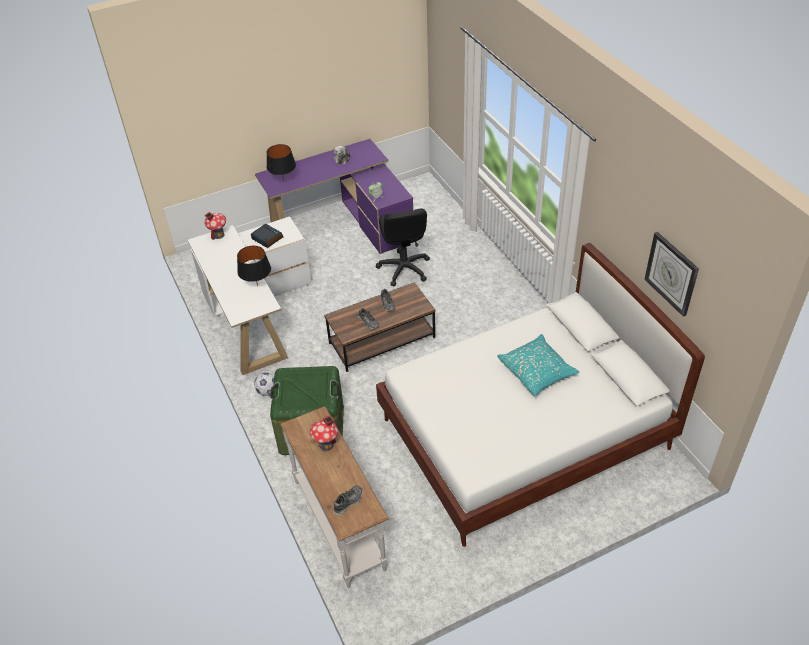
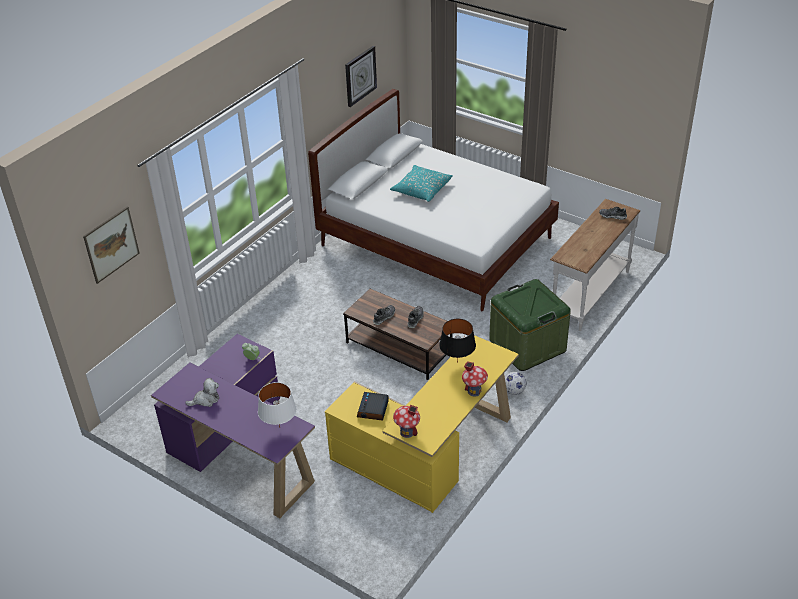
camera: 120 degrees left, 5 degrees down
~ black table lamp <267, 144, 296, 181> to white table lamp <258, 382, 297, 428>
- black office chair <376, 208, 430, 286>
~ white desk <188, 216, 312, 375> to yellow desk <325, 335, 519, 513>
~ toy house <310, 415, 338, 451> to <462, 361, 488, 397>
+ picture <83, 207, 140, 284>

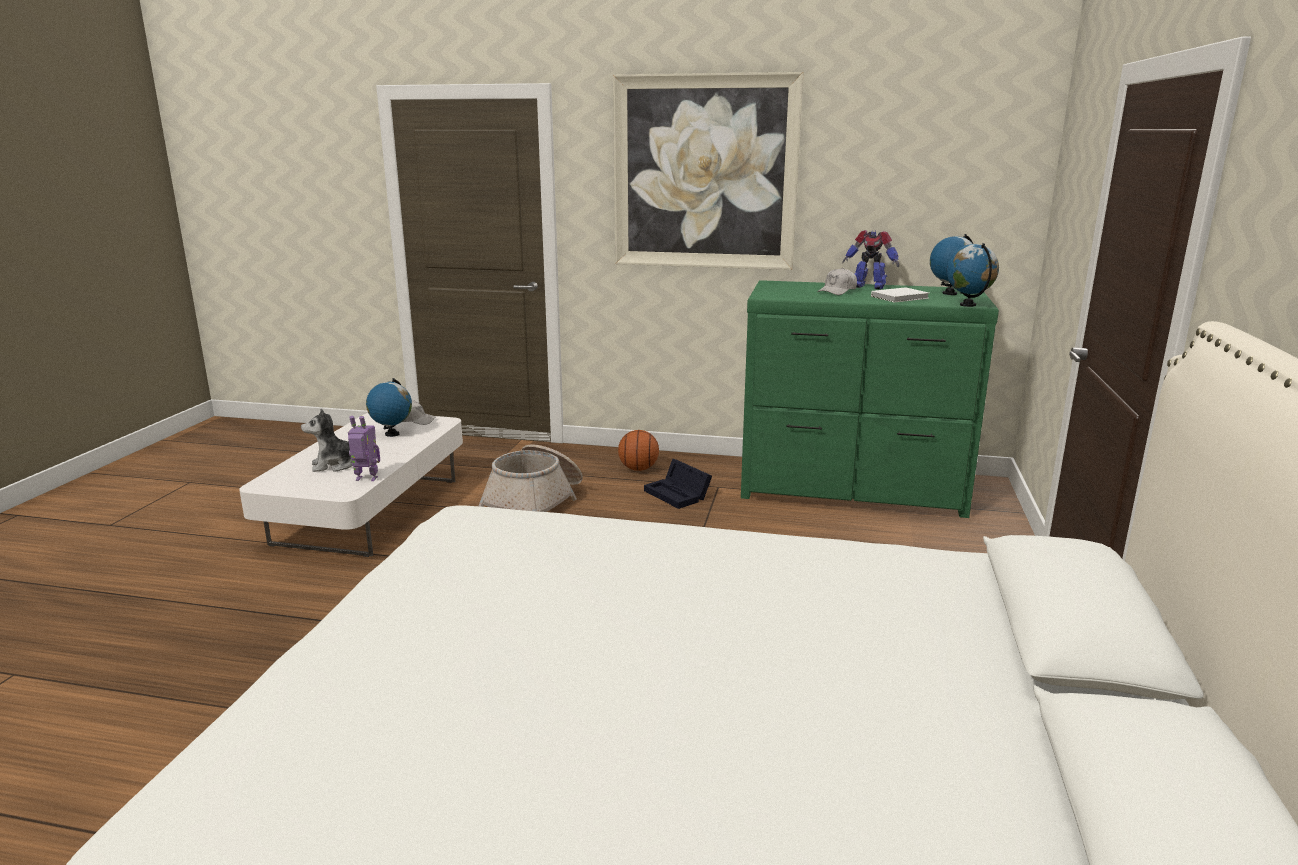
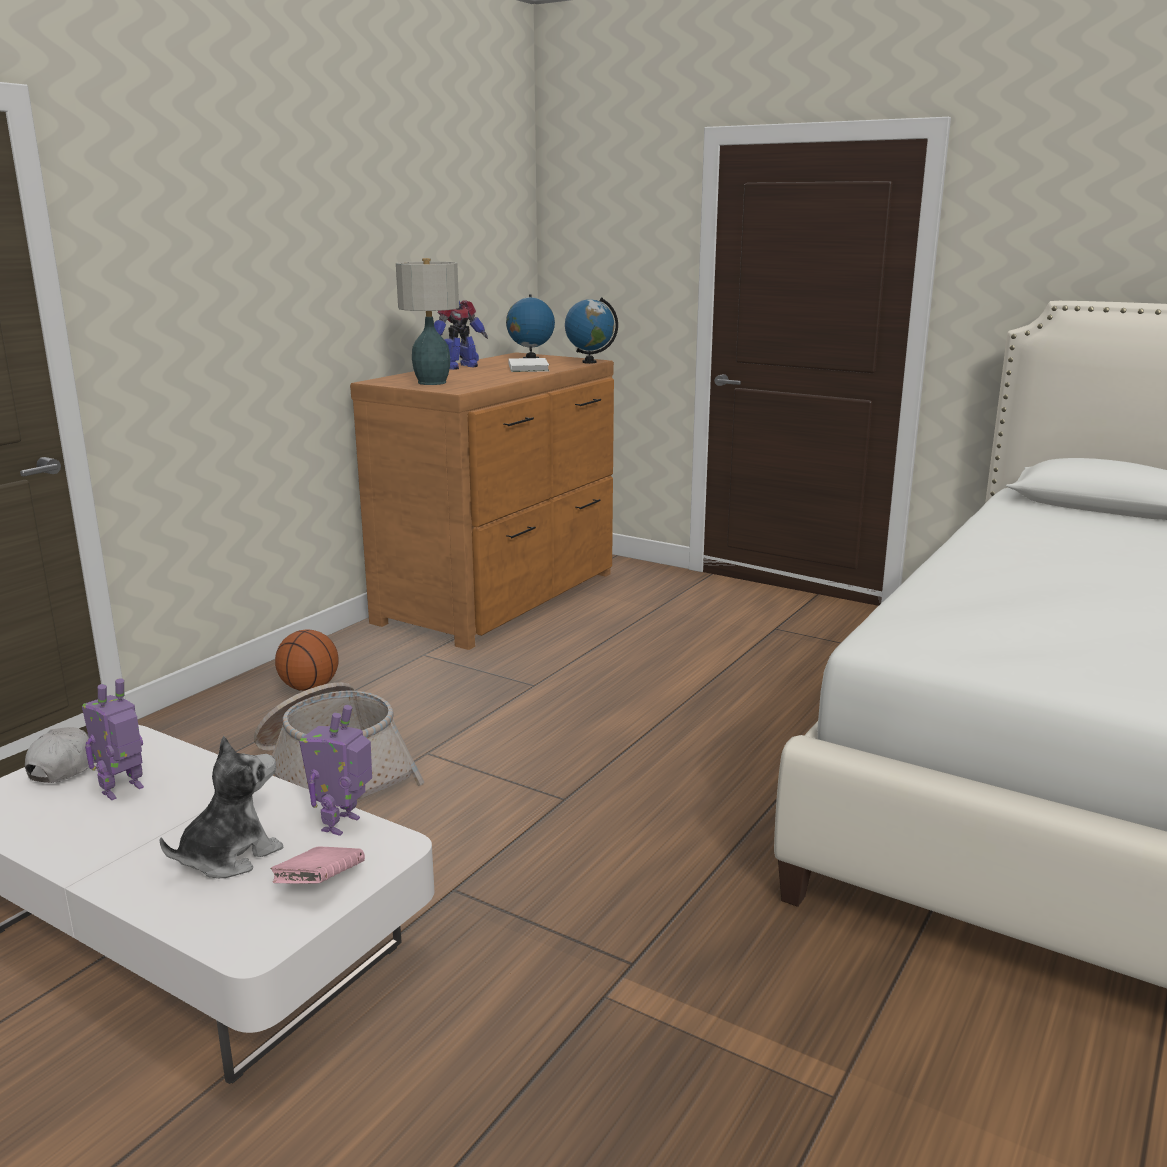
camera: 70 degrees left, 0 degrees up
- picture <613, 72, 804, 270>
- white cap <817, 268, 857, 295>
~ green dresser <741, 280, 999, 518> to brown dresser <350, 352, 614, 650>
~ globe <366, 378, 412, 437> to toy robot <82, 678, 144, 800>
~ plush toy <301, 409, 352, 472> = <159, 736, 283, 878> 135 degrees counterclockwise
- black storage box <644, 459, 712, 509>
+ table lamp <396, 258, 459, 385>
+ pink book <270, 847, 365, 883>

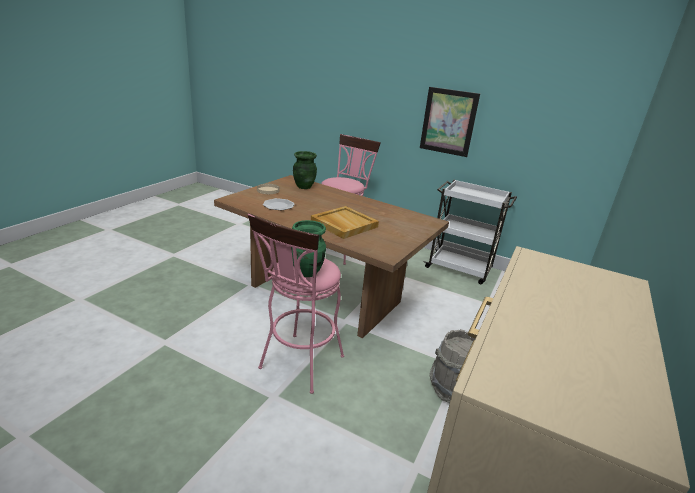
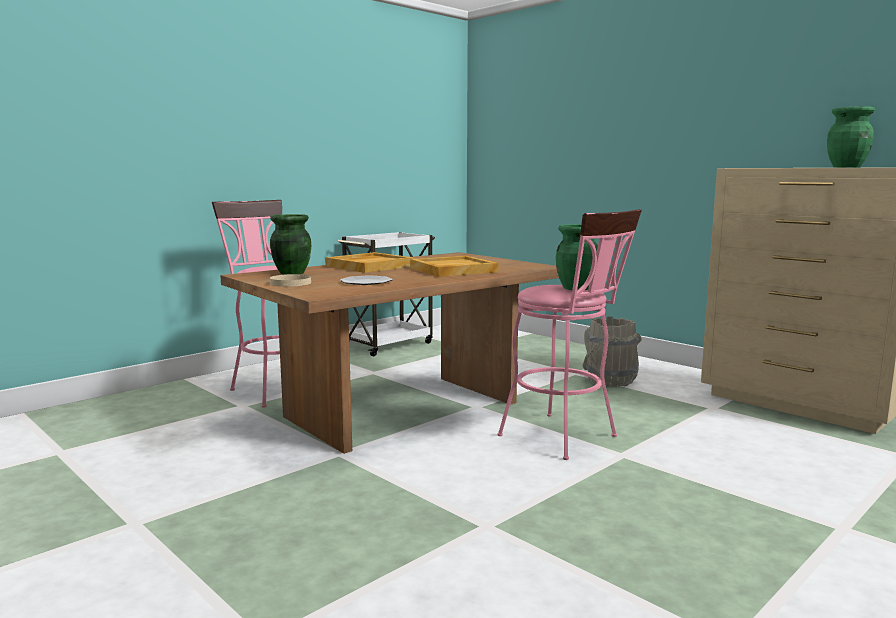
camera: 70 degrees left, 15 degrees down
- picture <420, 87, 480, 157>
+ green vase <827, 106, 875, 168>
+ beige tray <325, 252, 415, 273>

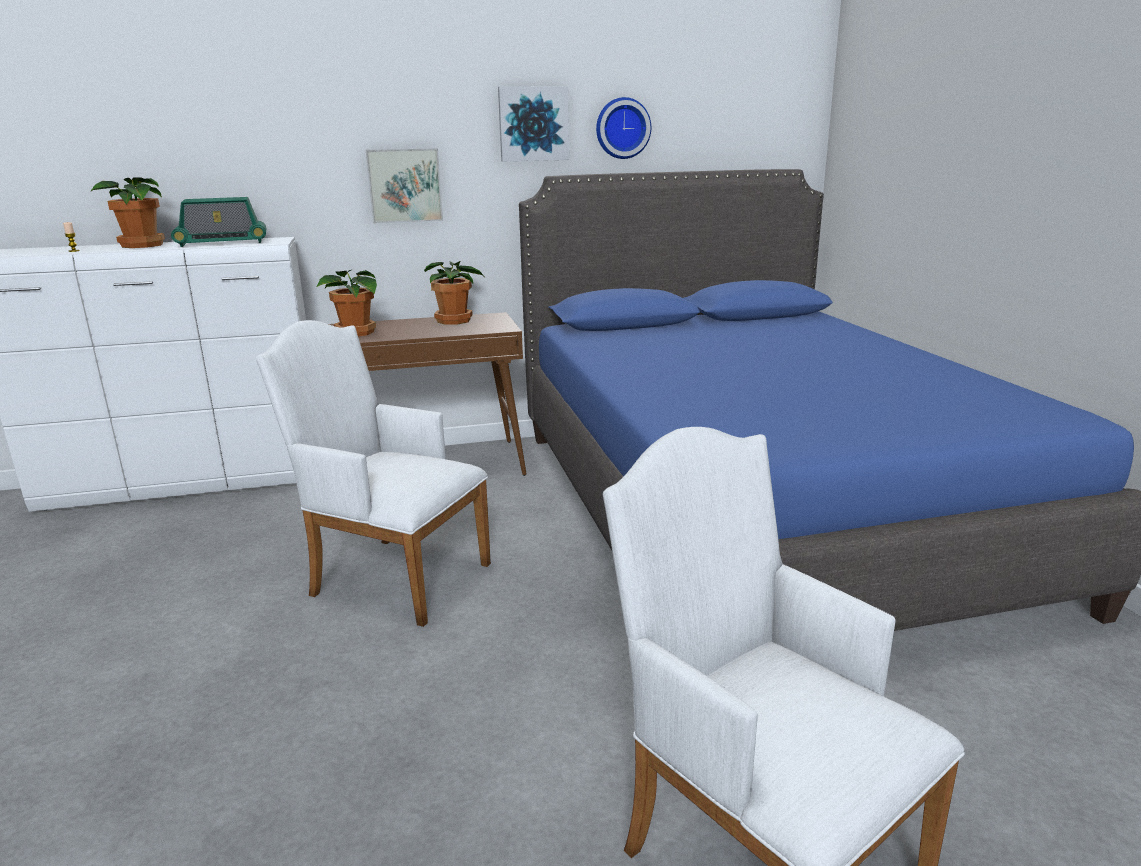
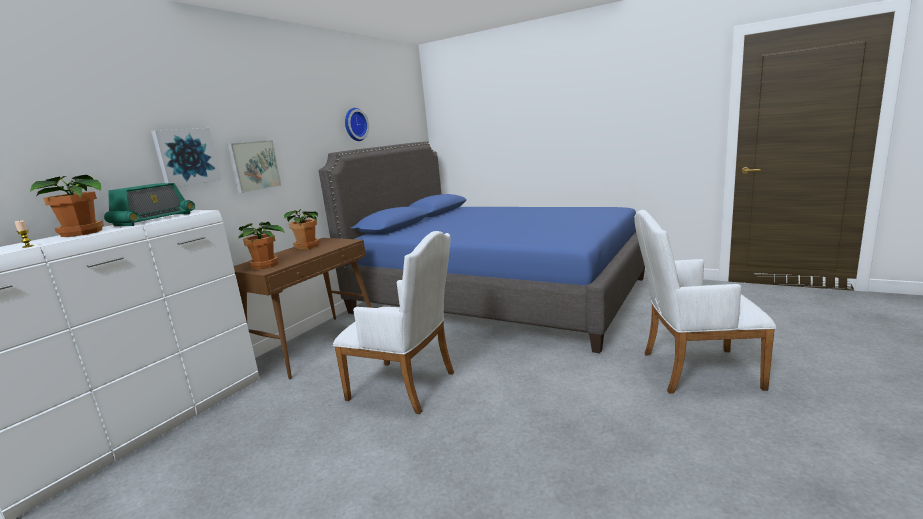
camera: 45 degrees left, 5 degrees down
~ picture <498, 86, 569, 161> to <151, 128, 221, 187>
~ white armchair <256, 320, 491, 627> = <333, 231, 454, 414> 135 degrees counterclockwise

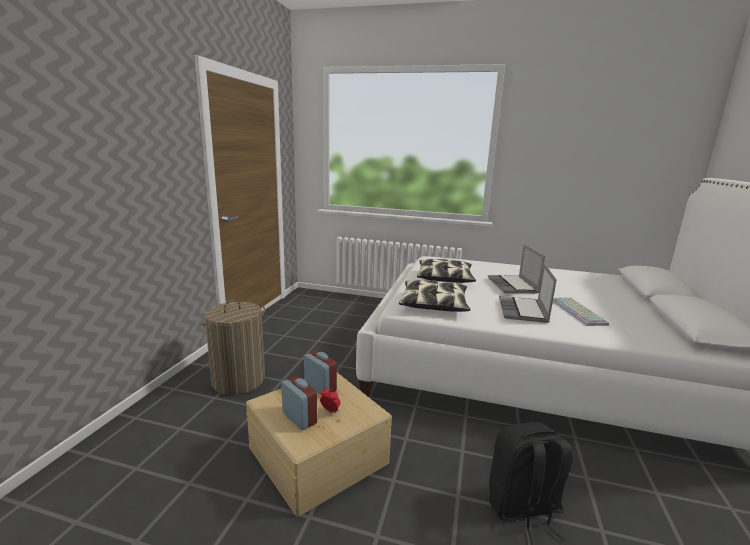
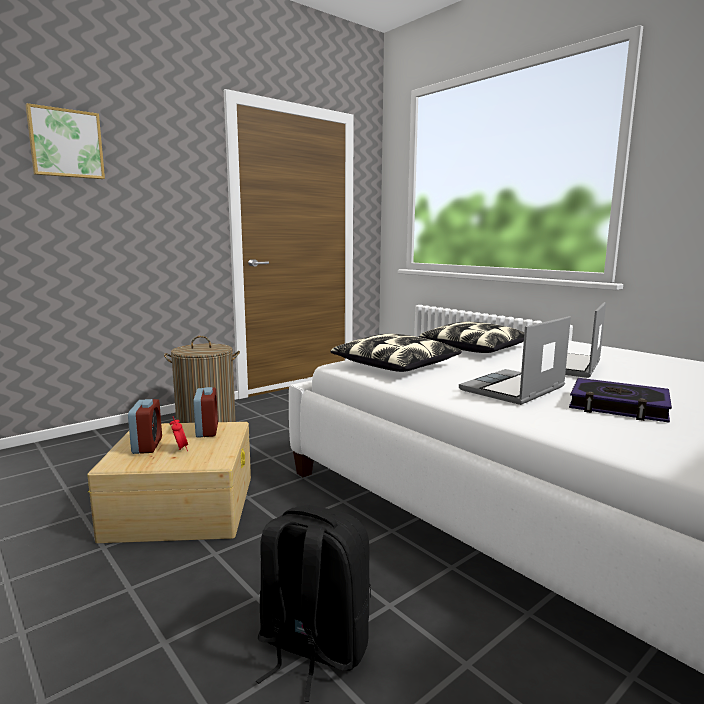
camera: 35 degrees right, 5 degrees down
~ keyboard <553, 298, 609, 326> to book <569, 378, 672, 423>
+ picture <26, 103, 105, 179>

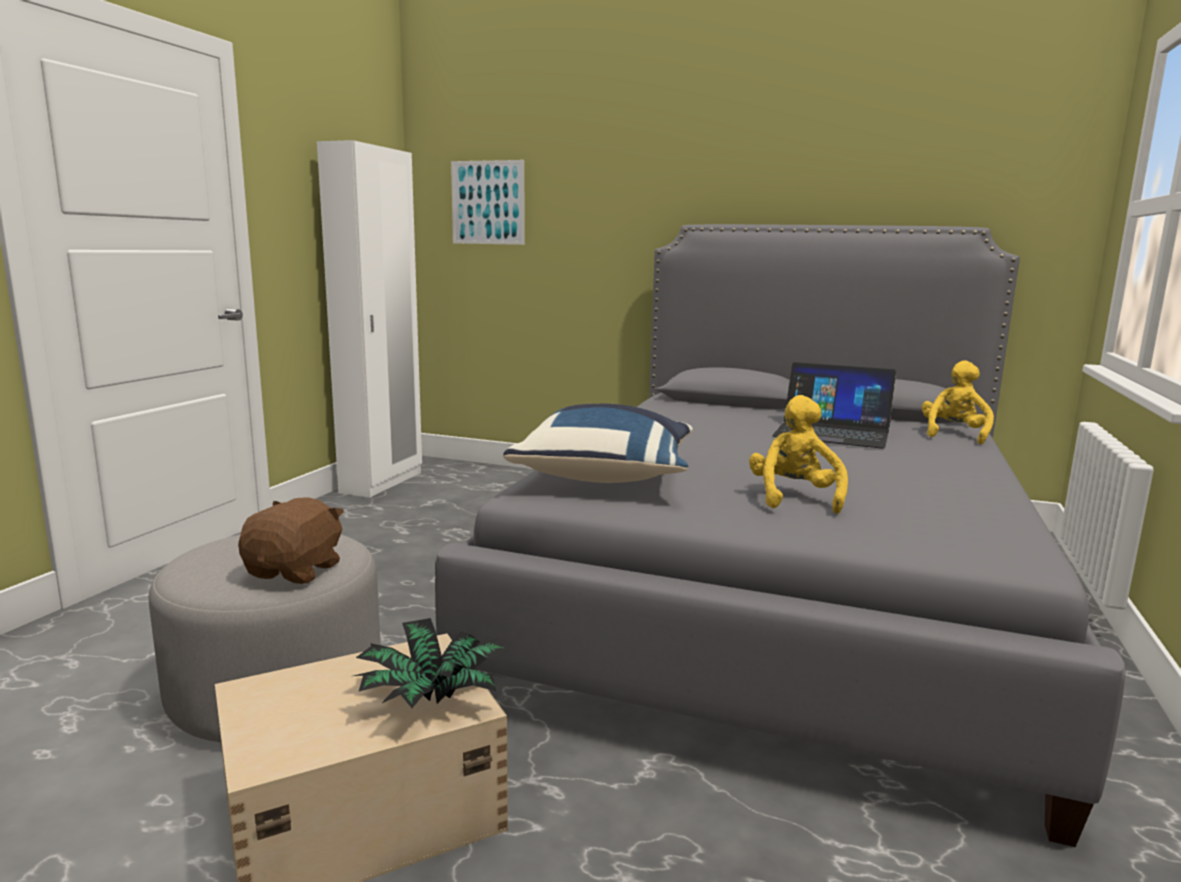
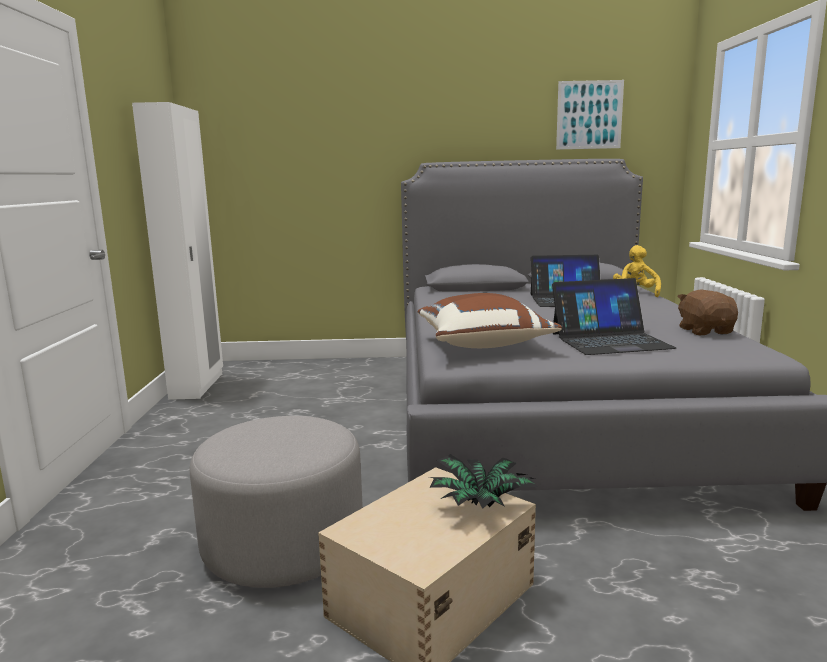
camera: 20 degrees left, 0 degrees up
~ picture <451, 160, 524, 245> to <556, 80, 624, 150>
~ yellow plush toy <749, 395, 848, 514> to laptop <552, 278, 677, 355>
~ blue pillow <503, 404, 693, 483> to brown pillow <417, 293, 562, 348>
~ brown plush toy <238, 497, 344, 584> to <677, 289, 738, 335>

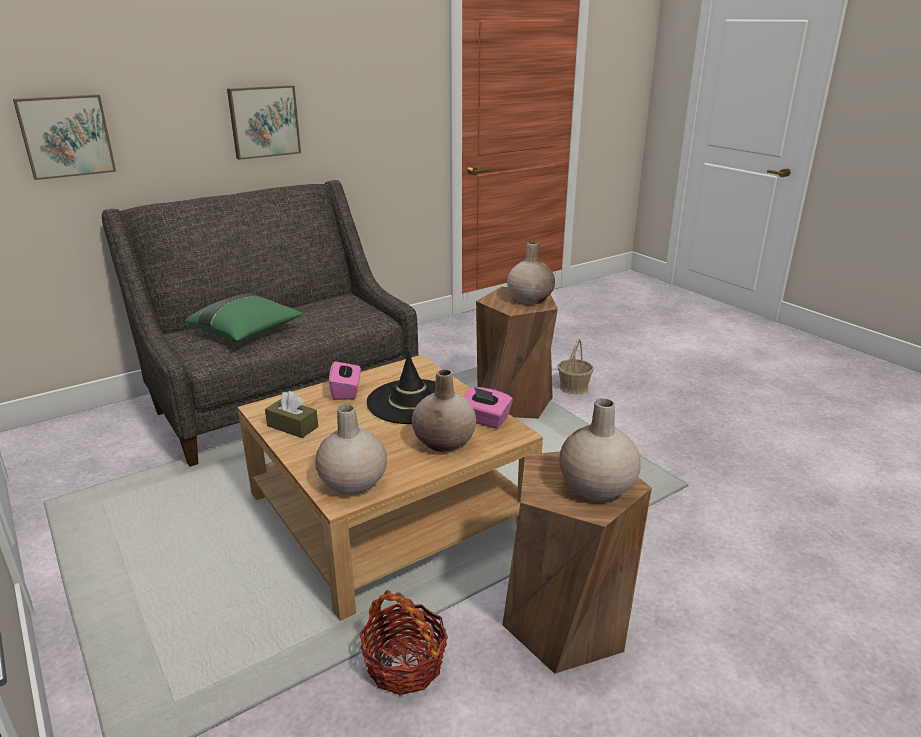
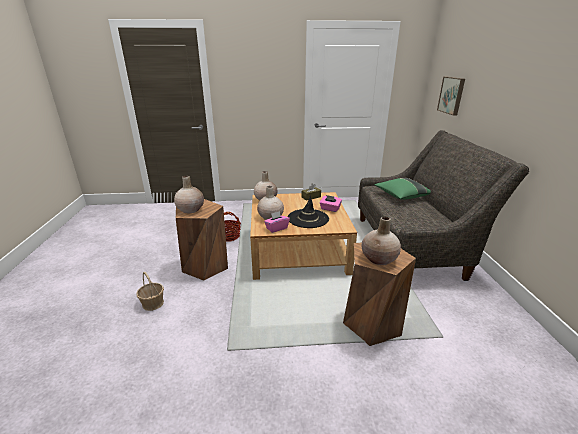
camera: 120 degrees right, 0 degrees up
- picture <227, 85, 301, 160>
~ basket <558, 339, 593, 394> to <136, 272, 164, 311>

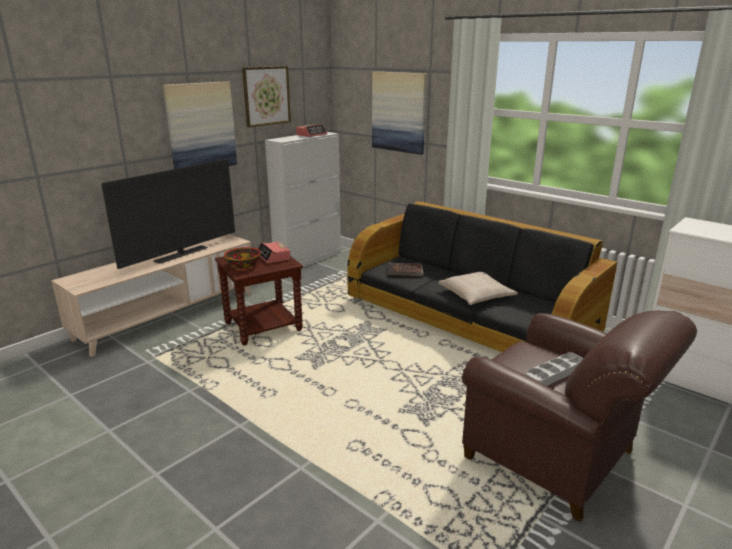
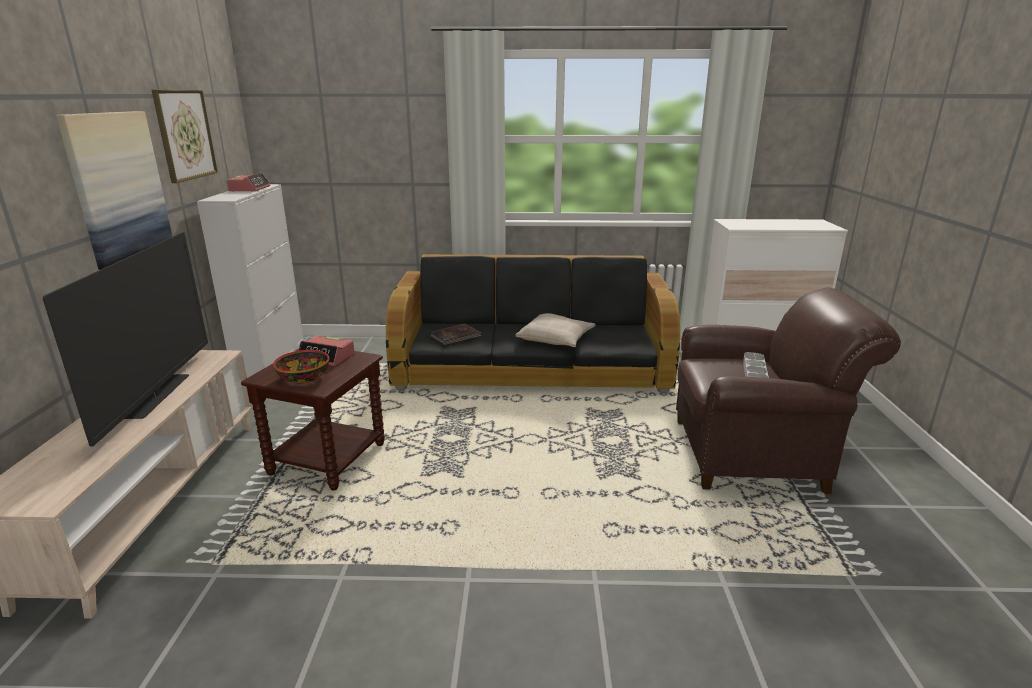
camera: 40 degrees left, 0 degrees up
- picture <372, 72, 427, 155>

